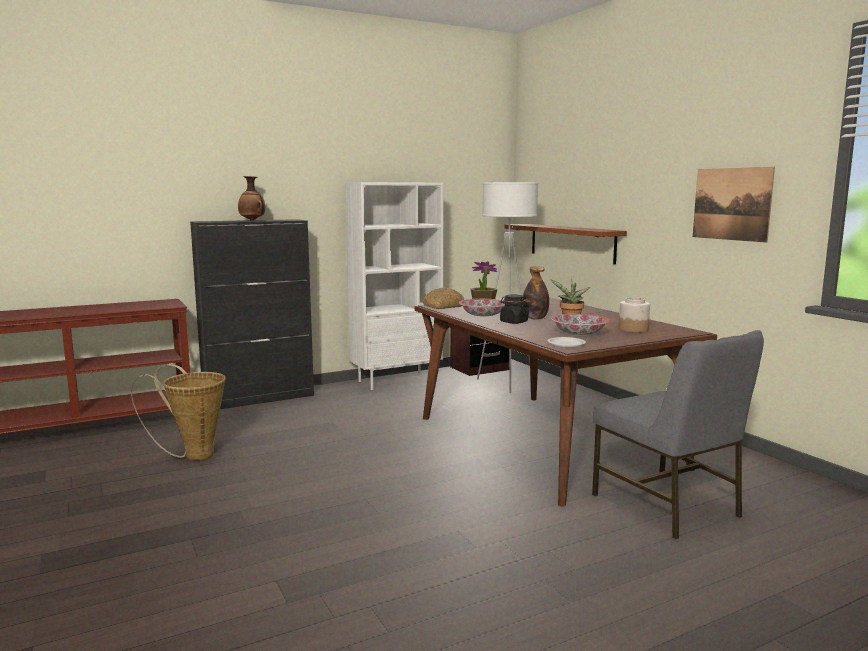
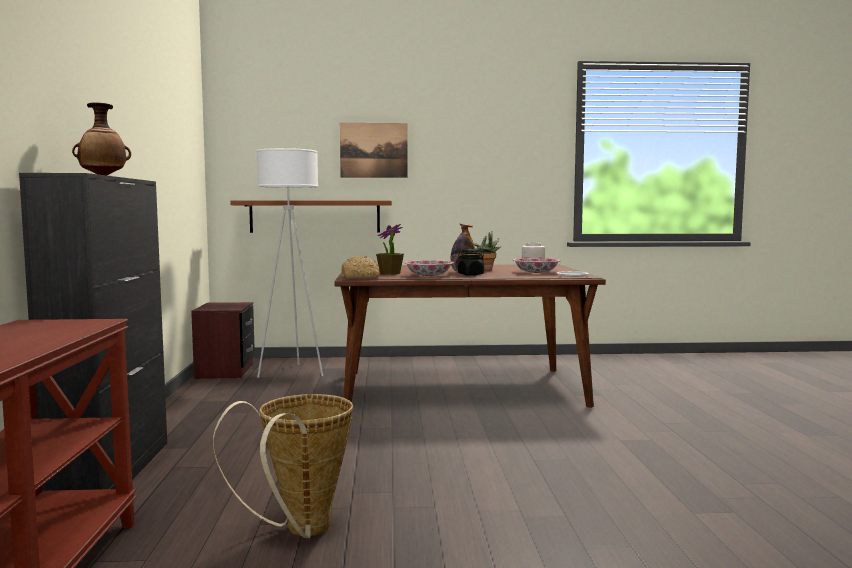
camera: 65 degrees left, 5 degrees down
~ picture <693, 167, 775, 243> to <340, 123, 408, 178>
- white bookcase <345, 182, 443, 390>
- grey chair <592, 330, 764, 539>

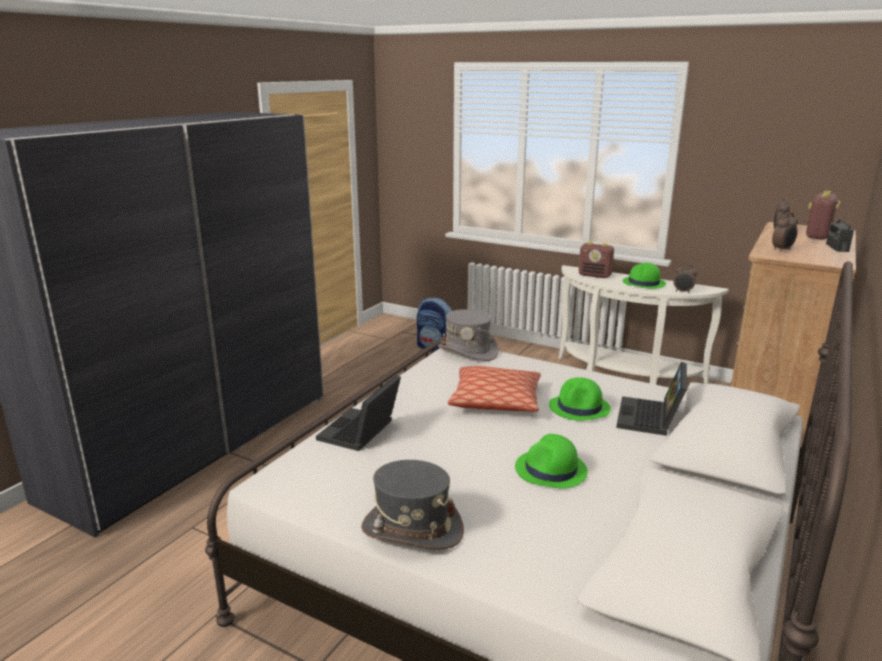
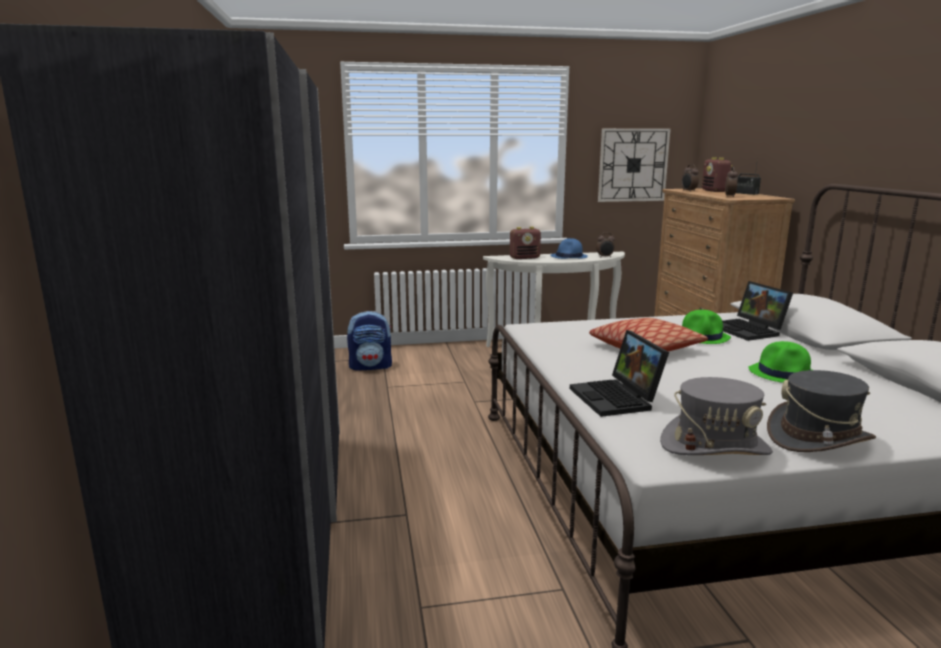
camera: 40 degrees left, 5 degrees down
~ green hat <622, 263, 666, 289> to blue hat <550, 238, 588, 259>
~ grey hat <438, 309, 499, 361> to <660, 377, 773, 455>
+ wall clock <598, 128, 671, 202>

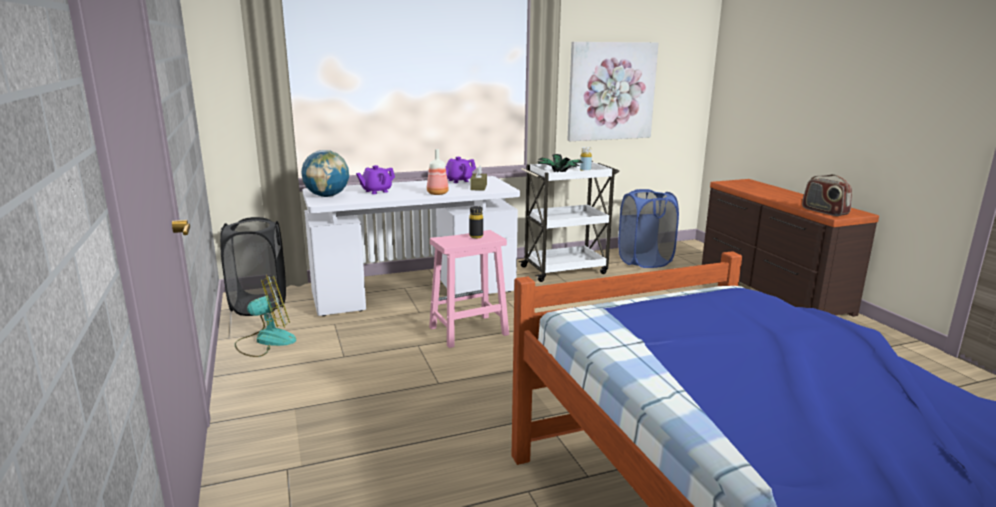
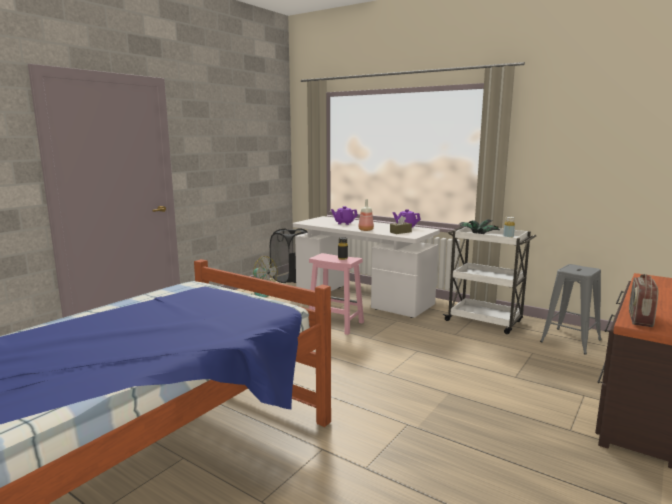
camera: 55 degrees right, 5 degrees down
- picture <567, 42, 659, 141>
- globe <301, 150, 349, 197>
~ blue laundry basket <618, 189, 679, 268> to grey stool <540, 264, 601, 355>

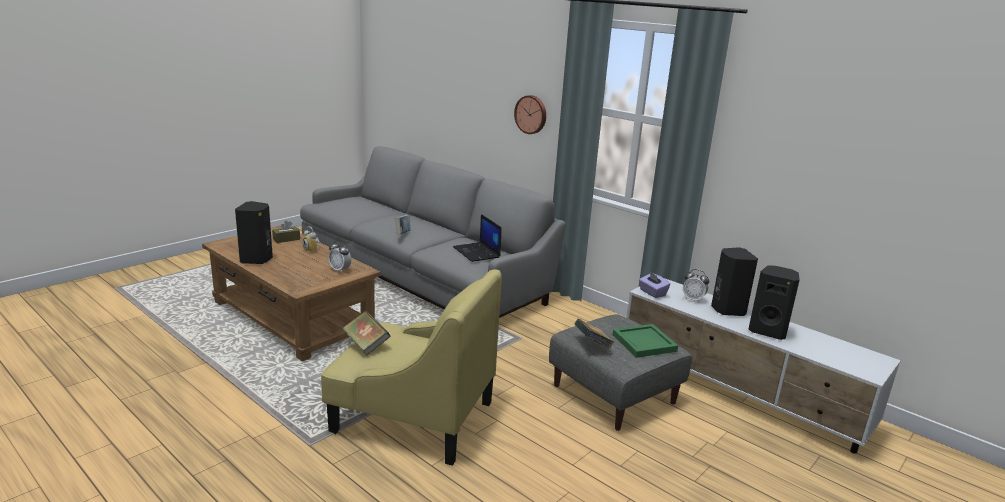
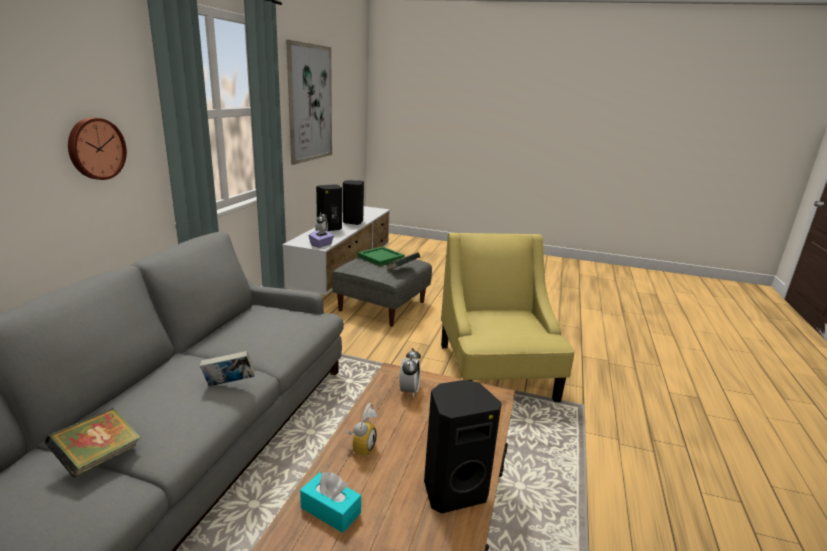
camera: 115 degrees left, 0 degrees up
- laptop <453, 214, 502, 262>
~ brown tissue box <272, 221, 300, 243> to turquoise tissue box <300, 472, 361, 533>
~ book <343, 311, 390, 356> to <45, 408, 141, 478>
+ picture <286, 40, 332, 165>

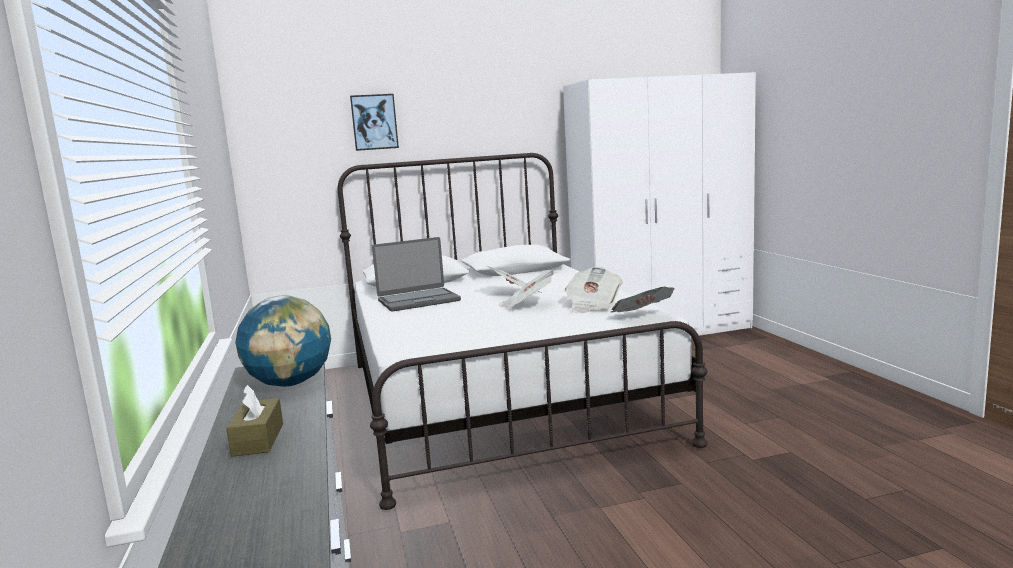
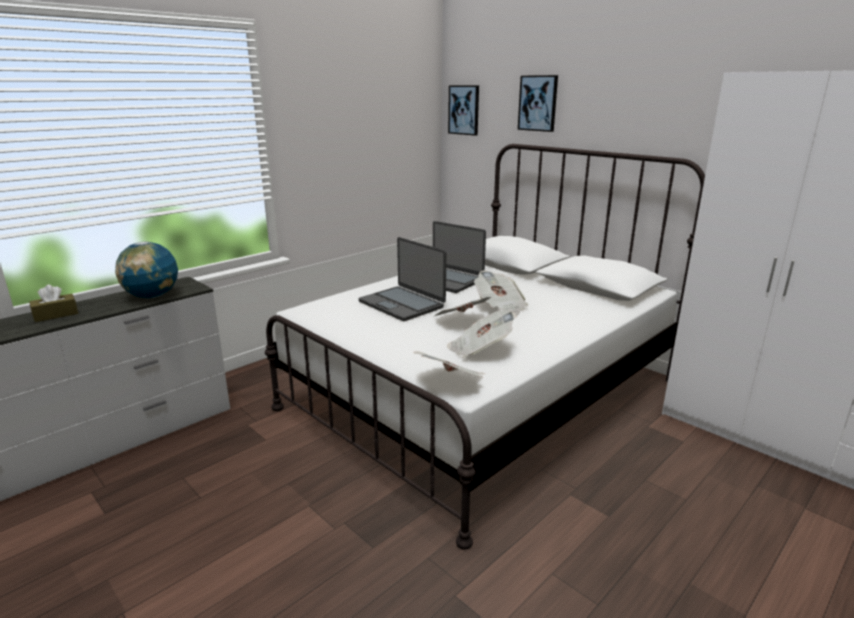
camera: 60 degrees right, 10 degrees up
+ picture <448, 85, 479, 136>
+ laptop <359, 237, 446, 321>

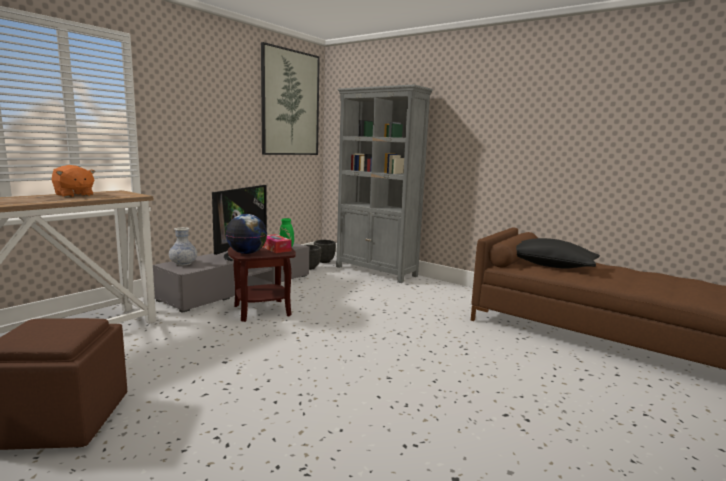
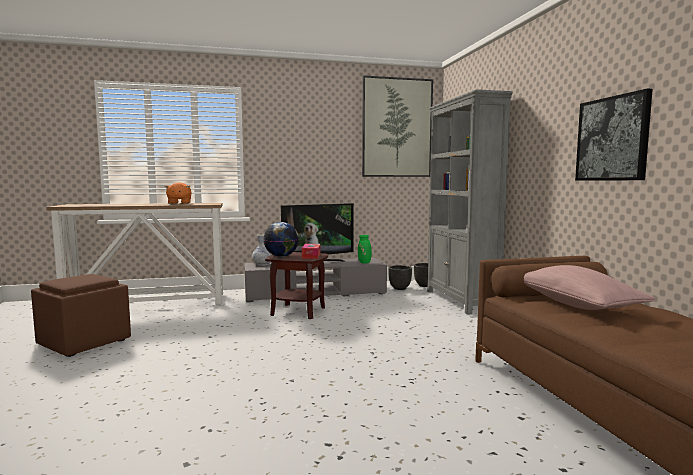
camera: 40 degrees right, 5 degrees down
~ black pillow <516, 238, 600, 269> to pink pillow <524, 265, 656, 310>
+ picture <575, 89, 653, 180>

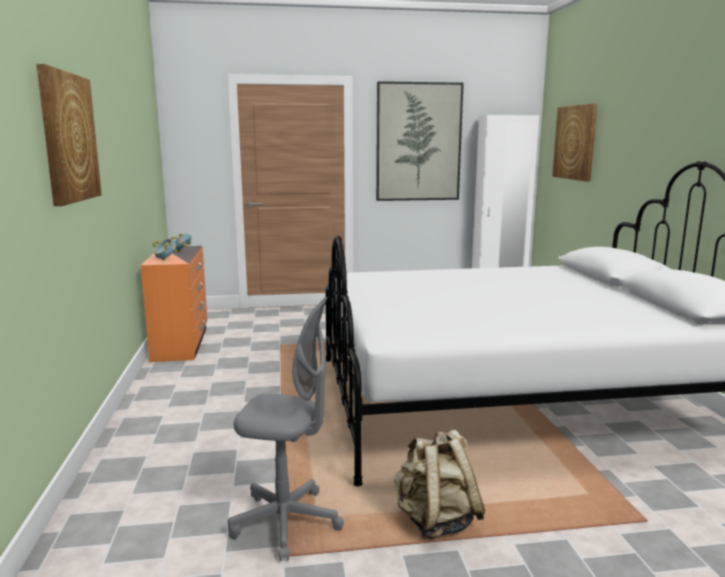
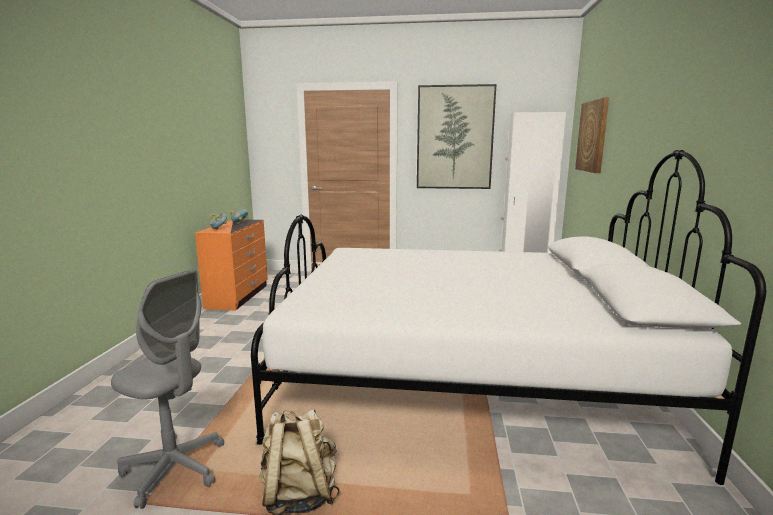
camera: 15 degrees right, 0 degrees up
- picture <36, 64, 102, 206>

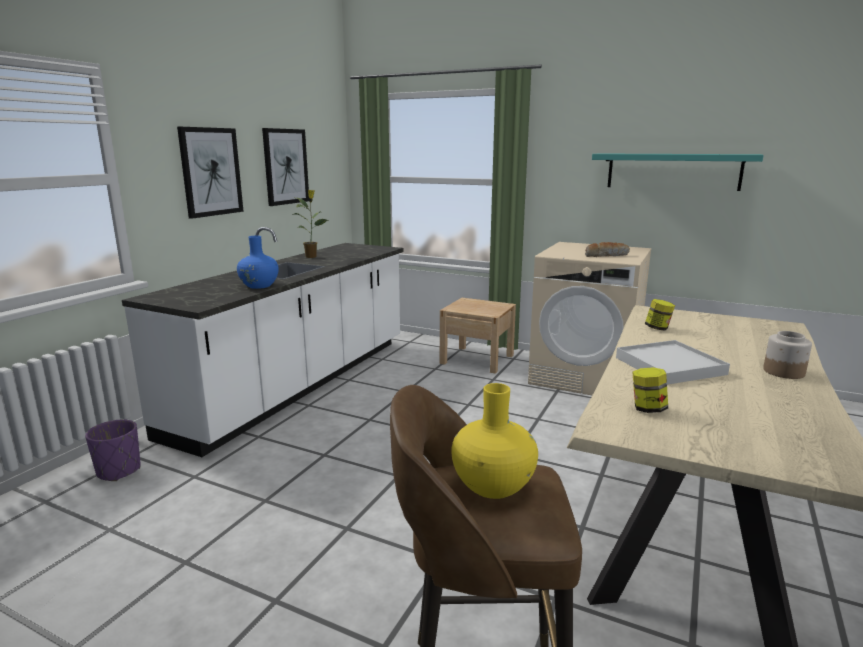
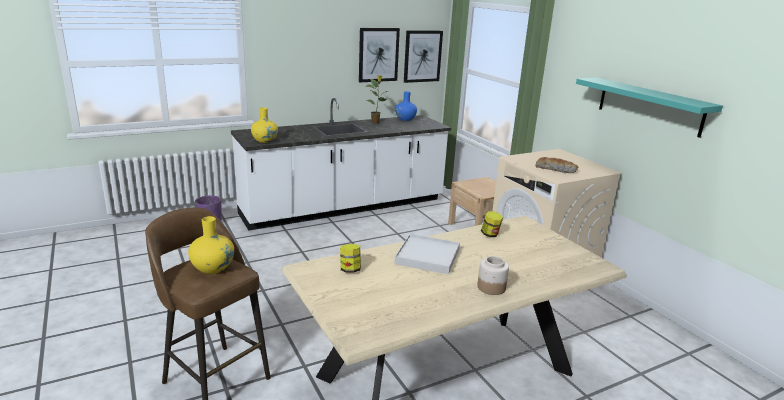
camera: 35 degrees right, 5 degrees up
~ picture <177, 127, 244, 219> to <404, 31, 443, 83>
~ blue vase <237, 236, 279, 289> to <395, 91, 417, 121>
+ yellow vase <251, 107, 278, 143>

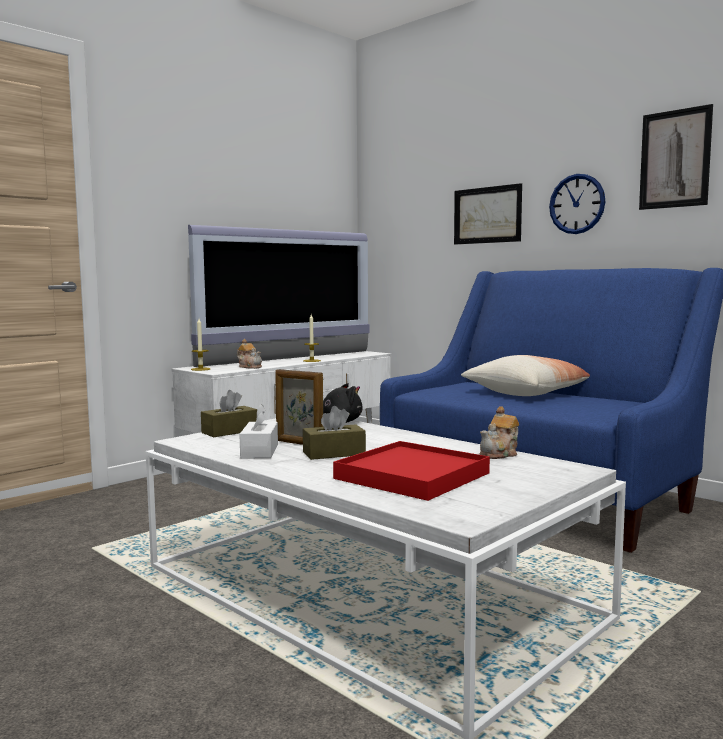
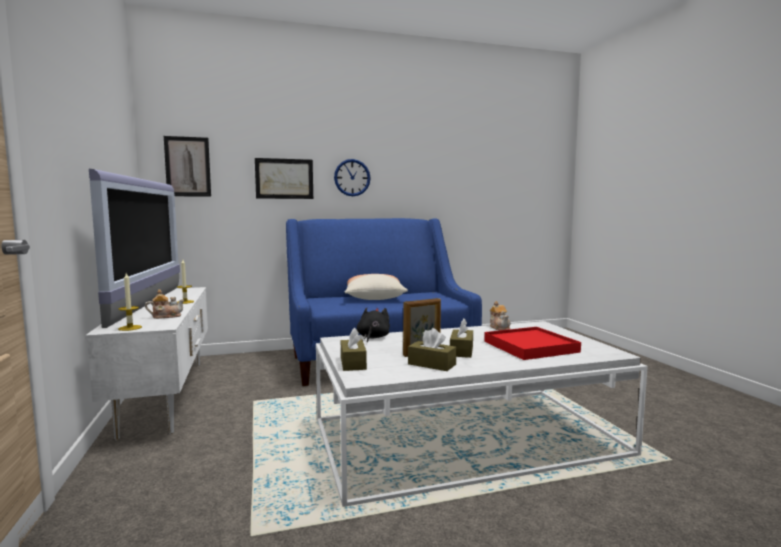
camera: 60 degrees left, 0 degrees up
~ picture <639, 104, 713, 210> to <164, 136, 211, 197>
~ white tissue box <239, 404, 278, 458> to brown tissue box <408, 328, 457, 371>

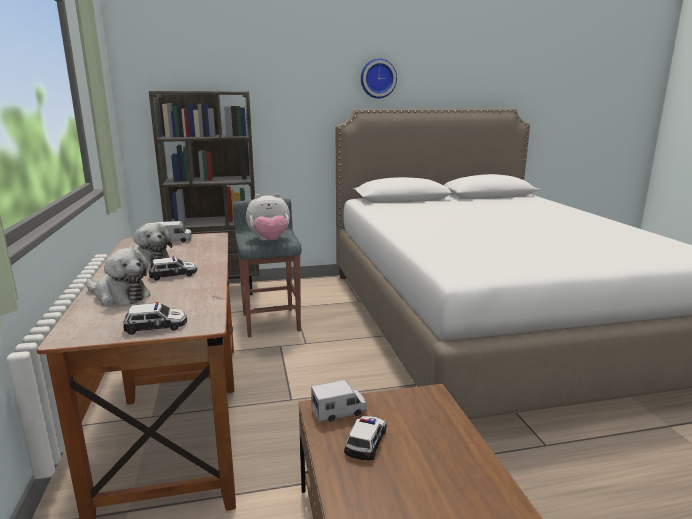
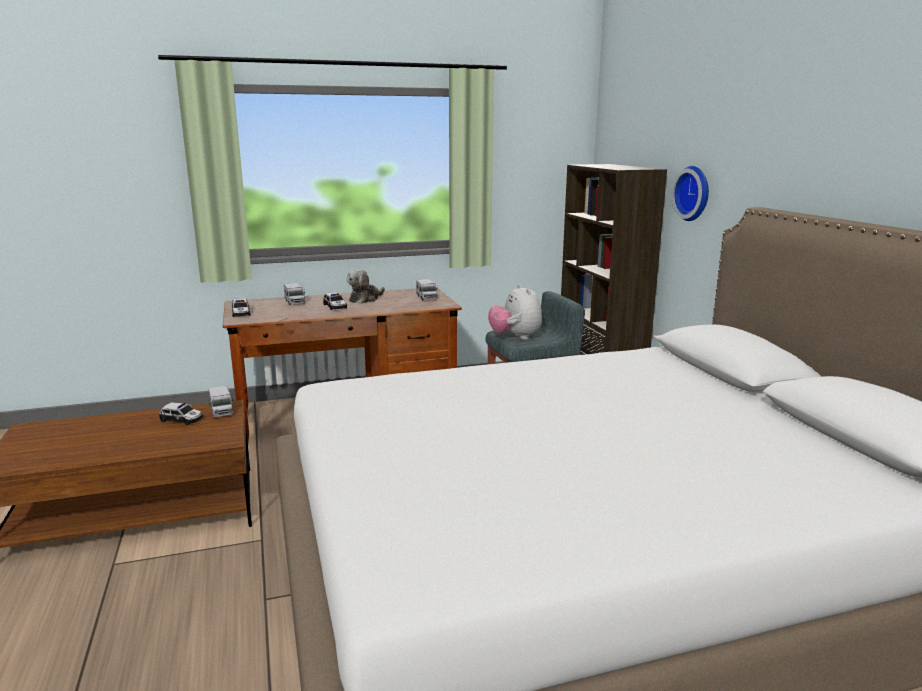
camera: 85 degrees right, 0 degrees up
~ wall clock <361, 58, 397, 98> to <671, 166, 709, 221>
~ plush toy <86, 248, 151, 306> to toy truck <284, 283, 305, 305>

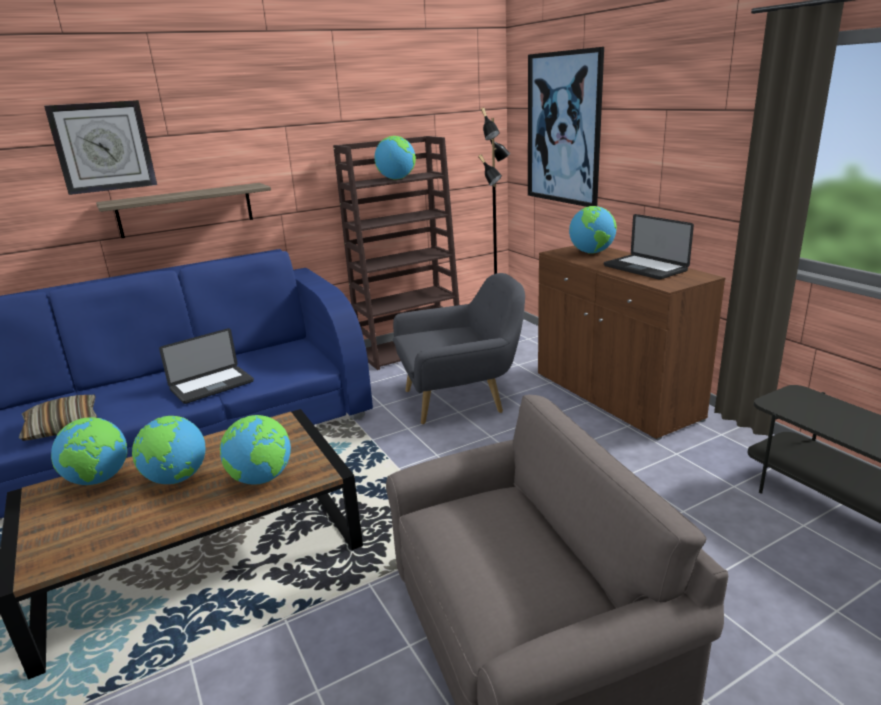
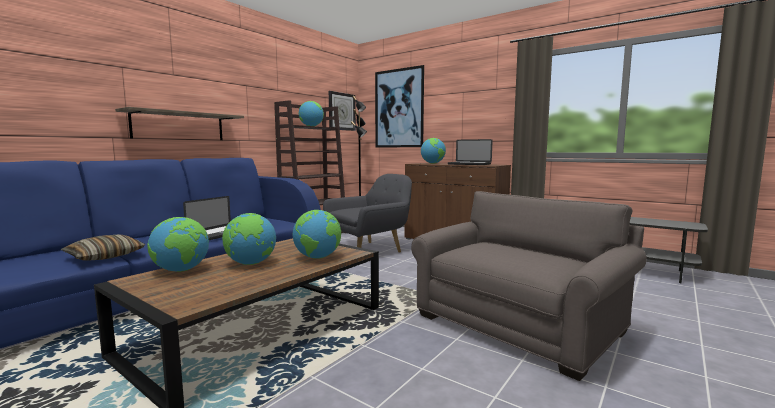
camera: 25 degrees left, 15 degrees down
~ wall clock <44, 100, 157, 195> to <329, 91, 356, 131>

